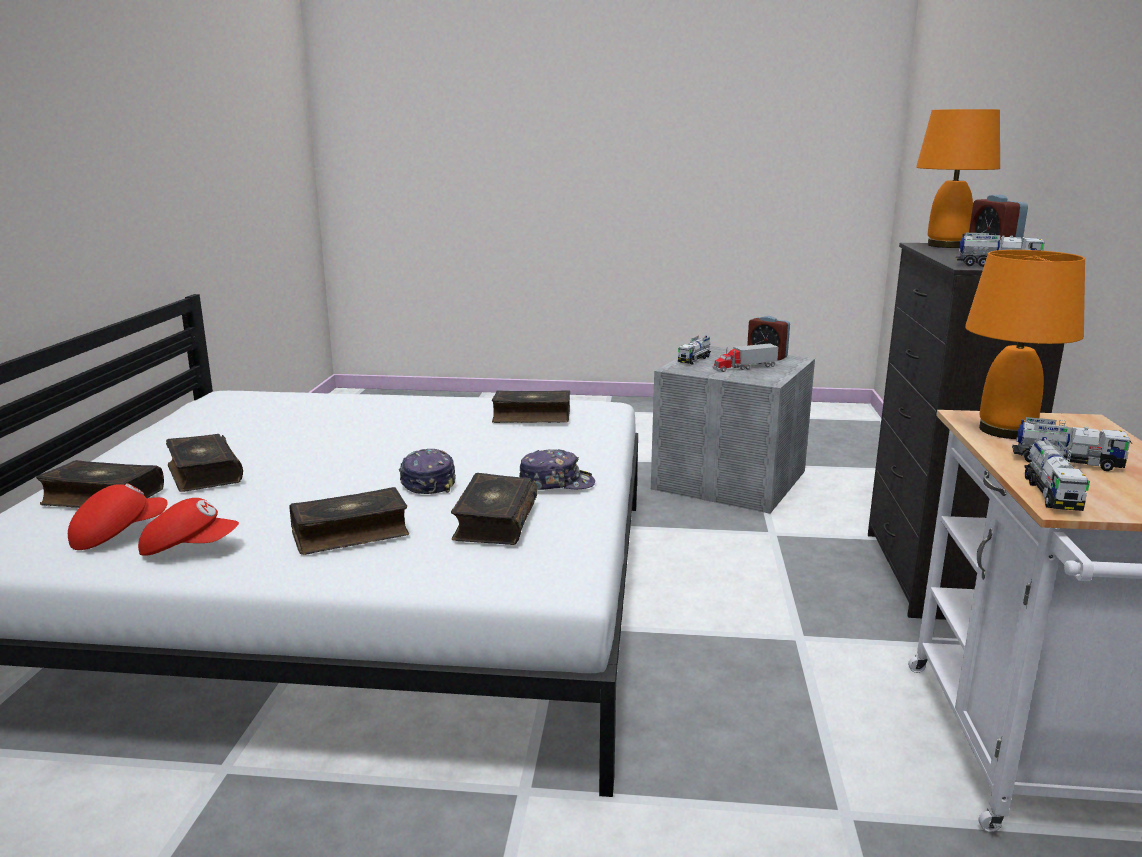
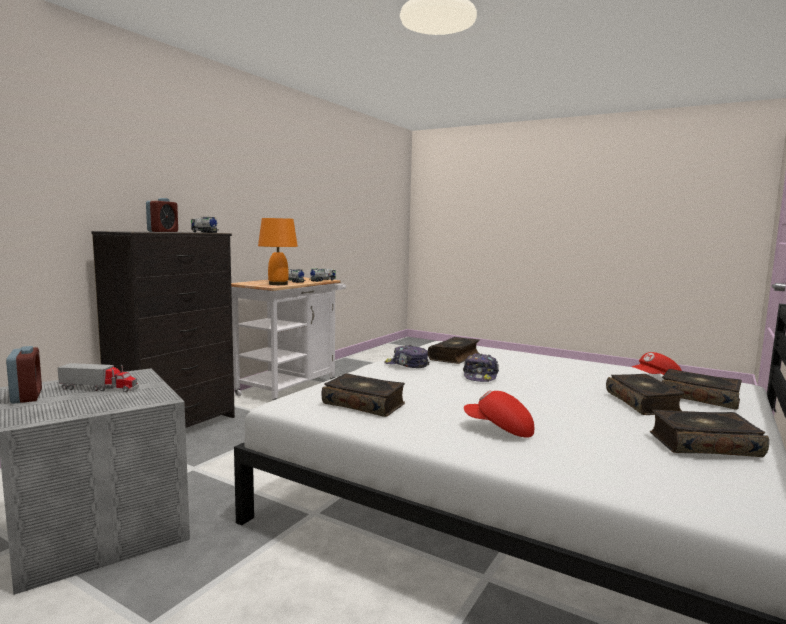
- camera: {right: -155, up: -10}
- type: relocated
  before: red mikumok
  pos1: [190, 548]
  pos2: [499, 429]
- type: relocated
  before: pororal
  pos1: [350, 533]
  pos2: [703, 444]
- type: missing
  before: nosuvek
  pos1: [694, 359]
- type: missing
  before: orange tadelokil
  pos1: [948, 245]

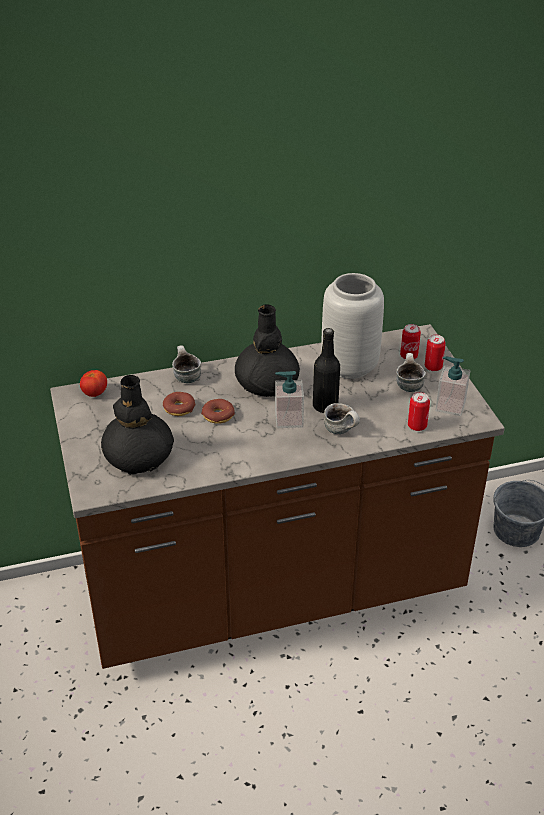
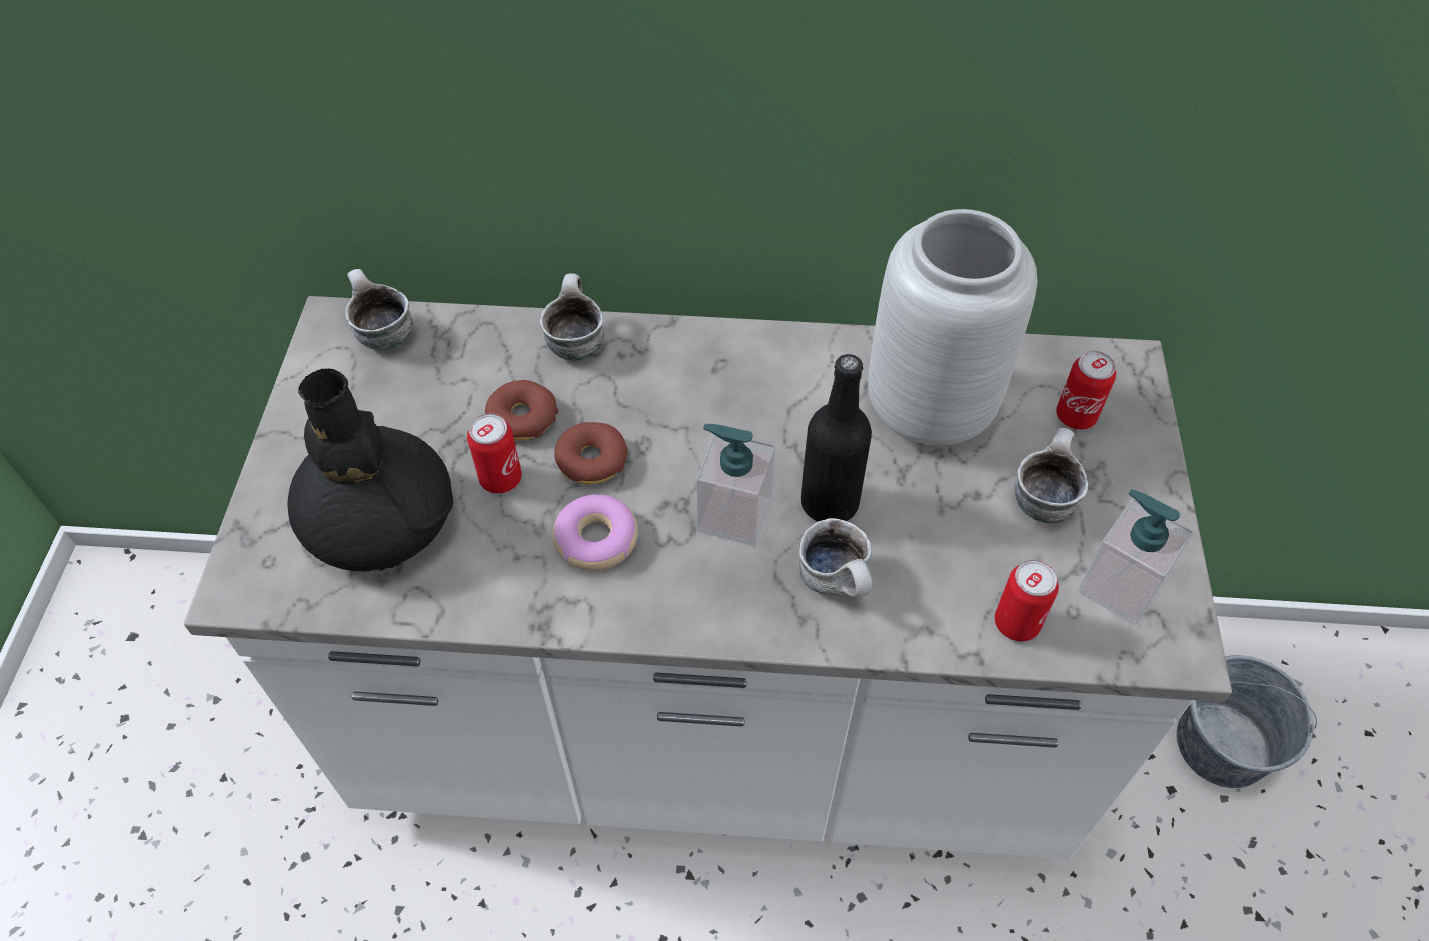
- camera: {right: 20, up: 15}
- type: colour
  before: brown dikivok
  after: white dikivok
  pos1: [272, 591]
  pos2: [714, 726]
- type: exchanged
  before: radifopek
  after: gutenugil
  pos1: [95, 393]
  pos2: [380, 333]
- type: relocated
  before: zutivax
  pos1: [433, 367]
  pos2: [500, 478]
- type: appeared
  after: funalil
  pos2: [596, 539]
- type: missing
  before: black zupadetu
  pos1: [266, 383]

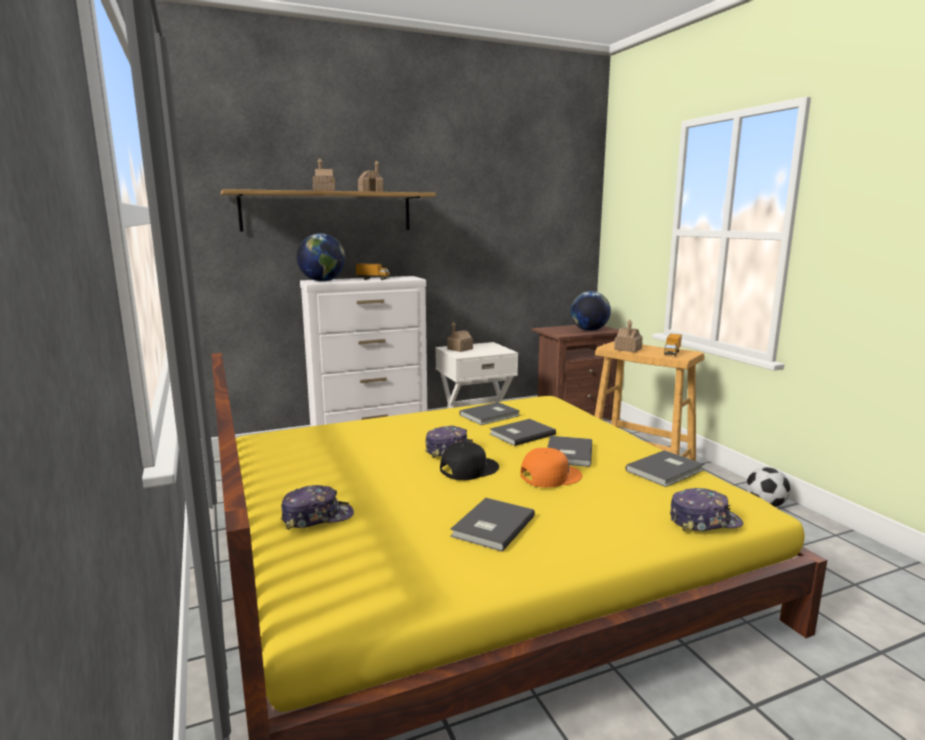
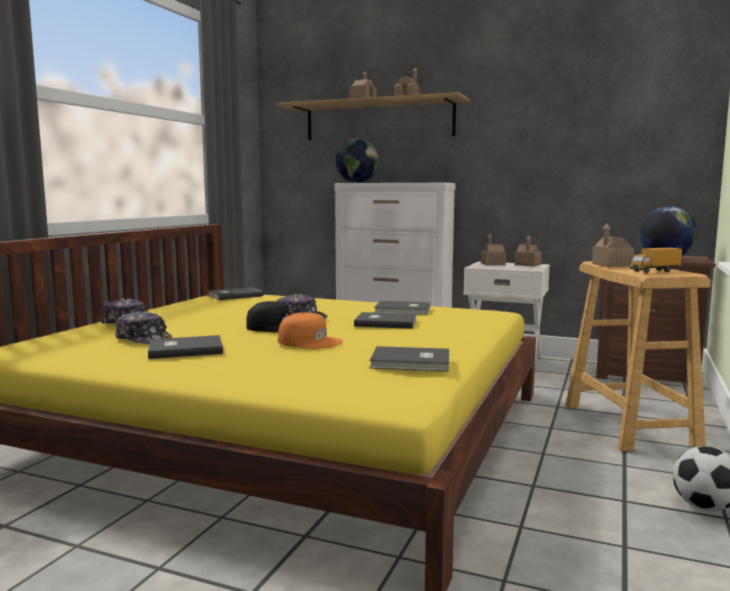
- camera: {right: 45, up: -5}
- type: relocated
  before: mikumok
  pos1: [704, 521]
  pos2: [144, 339]
- type: relocated
  before: grey pororal
  pos1: [567, 453]
  pos2: [234, 295]
- type: appeared
  after: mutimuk
  pos2: [527, 265]
- type: missing
  before: nosuvek
  pos1: [373, 279]

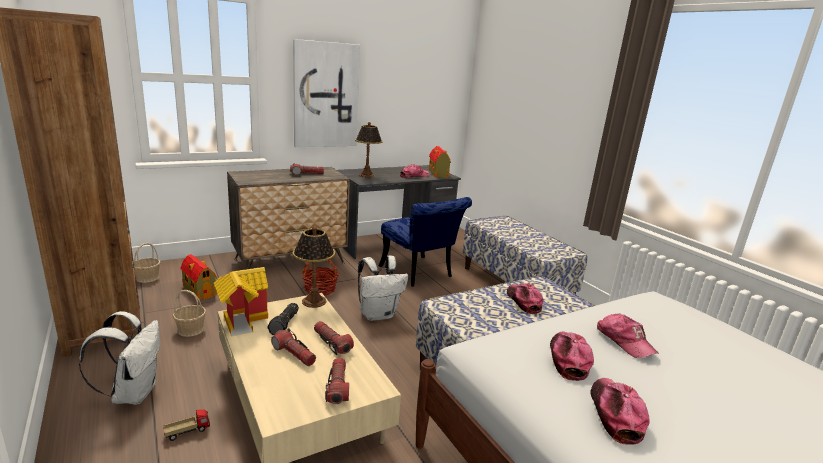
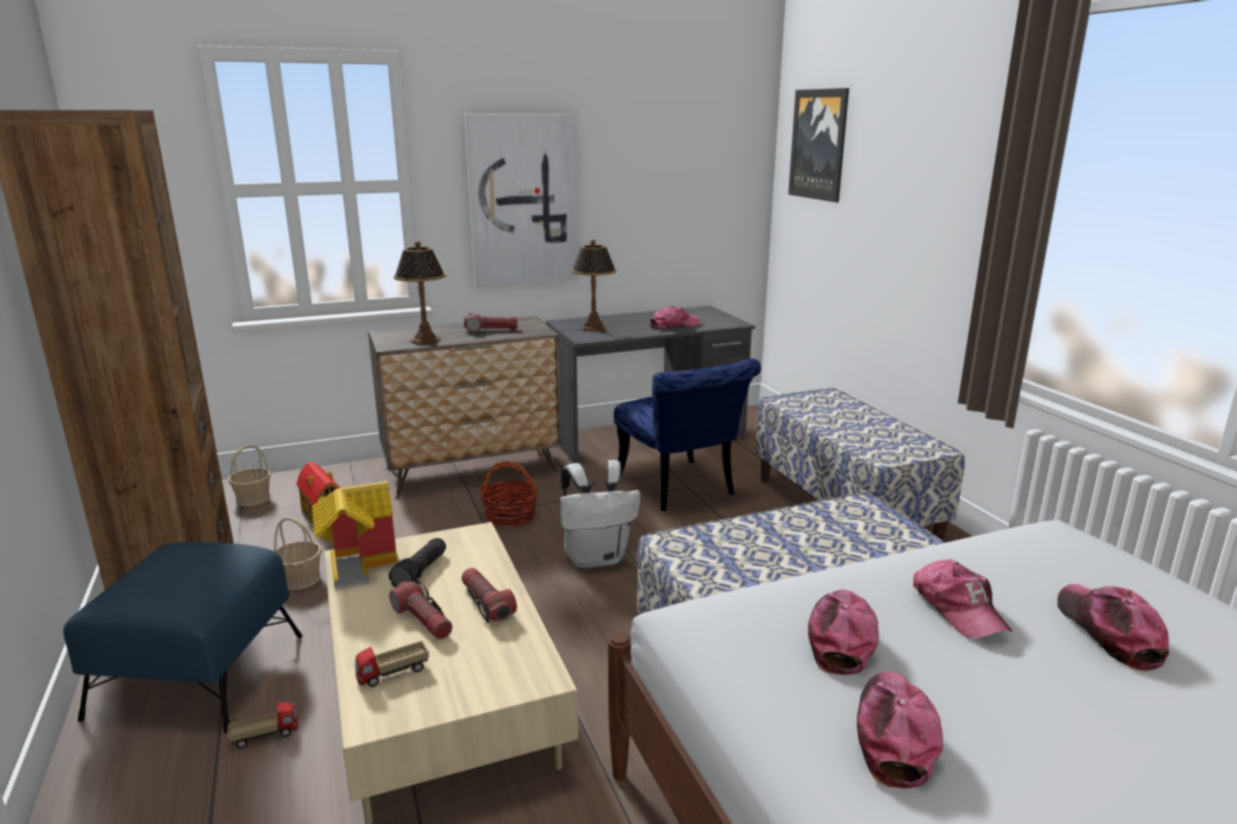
- camera: {right: 10, up: 0}
- type: exchanged
  before: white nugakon
  after: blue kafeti
  pos1: [133, 393]
  pos2: [200, 674]
- type: appeared
  after: nosuvek
  pos2: [393, 674]
- type: relocated
  before: tadelokil
  pos1: [313, 301]
  pos2: [425, 340]
- type: appeared
  after: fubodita
  pos2: [819, 144]
- type: relocated
  before: mikumok
  pos1: [523, 301]
  pos2: [1108, 632]
- type: missing
  before: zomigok
  pos1: [337, 387]
- type: missing
  before: mutimuk
  pos1: [438, 174]

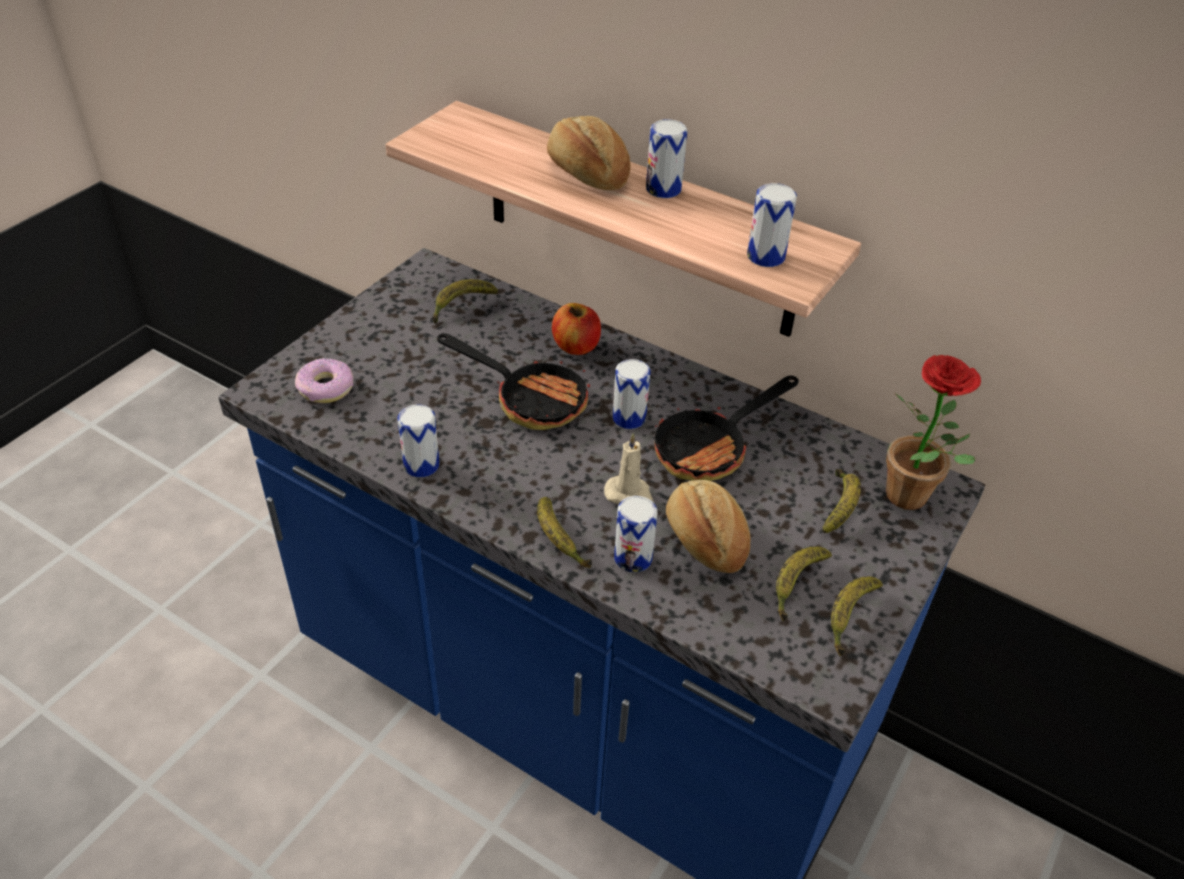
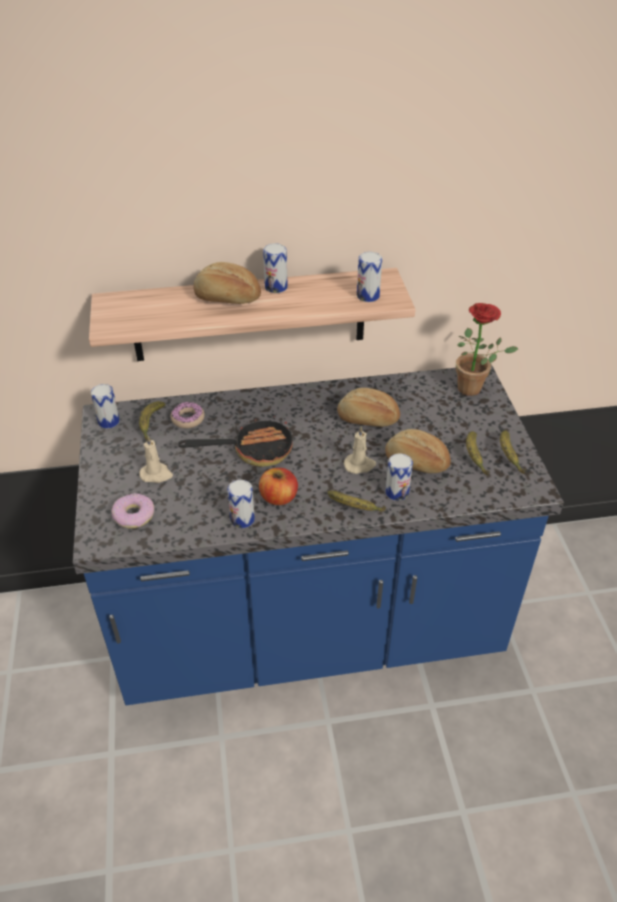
- camera: {right: -40, up: 0}
- type: relocated
  before: zutivax
  pos1: [629, 418]
  pos2: [108, 421]
- type: appeared
  after: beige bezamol
  pos2: [156, 474]
- type: appeared
  after: funalil
  pos2: [188, 419]
- type: relocated
  before: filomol
  pos1: [576, 346]
  pos2: [278, 497]
- type: exchanged
  before: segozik
  after: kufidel
  pos1: [710, 448]
  pos2: [367, 419]
- type: missing
  before: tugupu
  pos1: [840, 507]

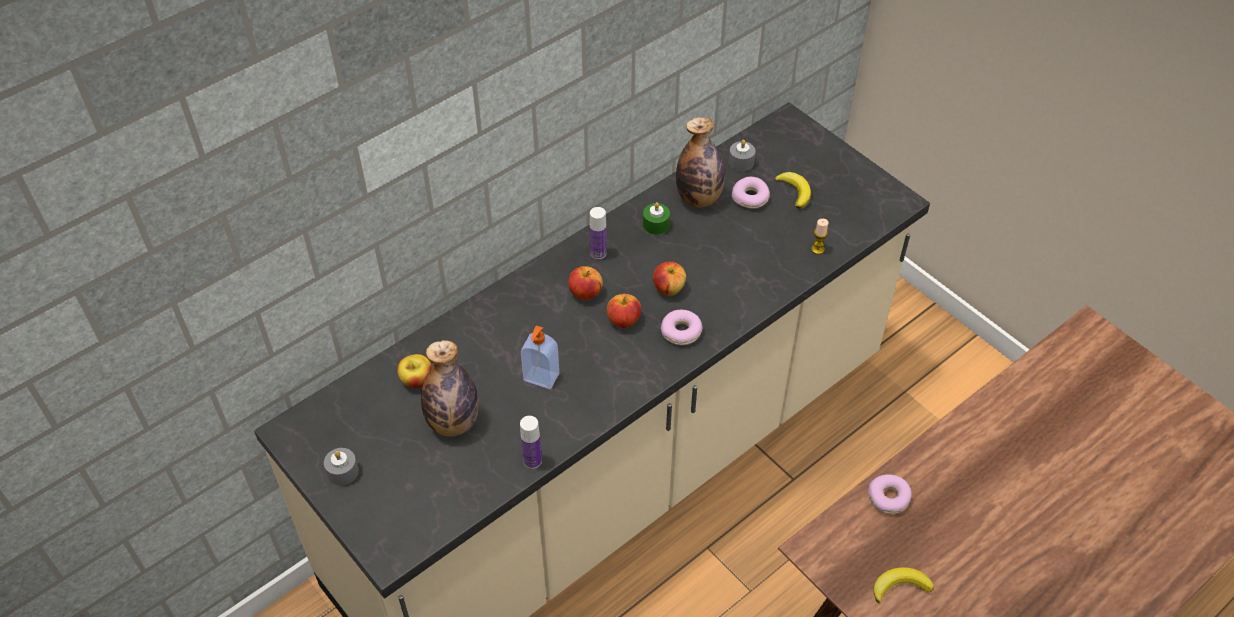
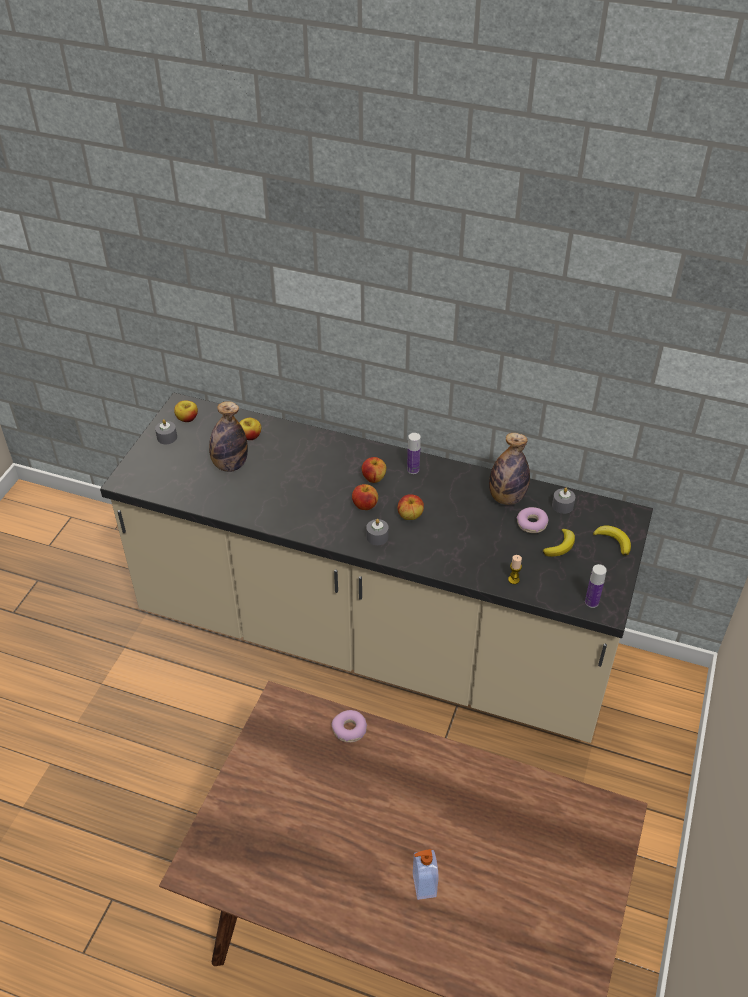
- camera: {right: 60, up: -5}
- type: appeared
  after: filomol
  pos2: [187, 419]
- type: exchanged
  before: funalil
  after: grey bezamol
  pos1: [681, 332]
  pos2: [377, 537]
- type: relocated
  before: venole
  pos1: [540, 378]
  pos2: [423, 885]
- type: relocated
  before: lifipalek
  pos1: [532, 460]
  pos2: [591, 602]
- type: relocated
  before: tugupu
  pos1: [900, 586]
  pos2: [613, 541]
- type: missing
  before: green bezamol
  pos1: [656, 225]

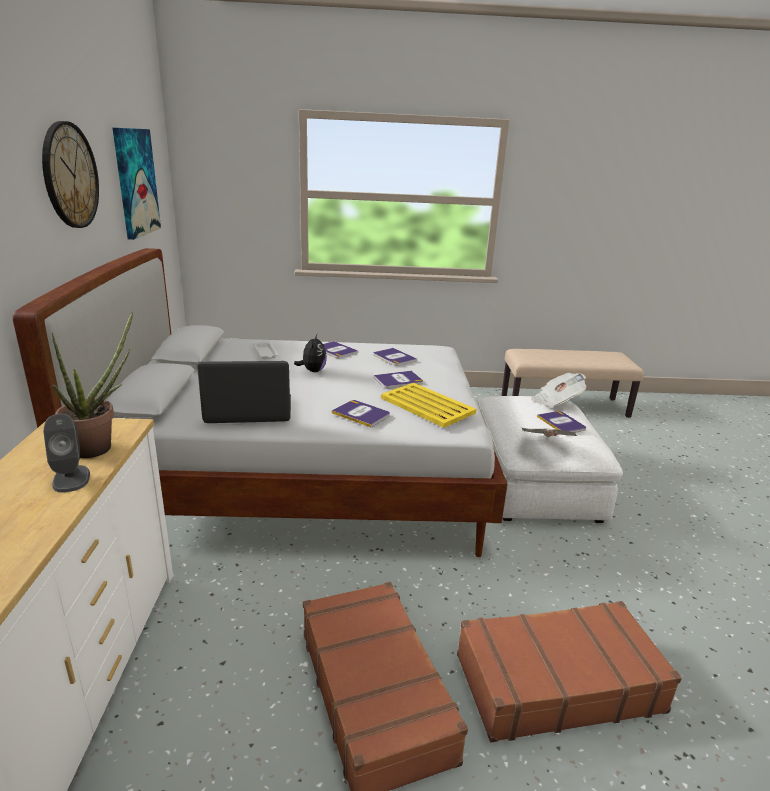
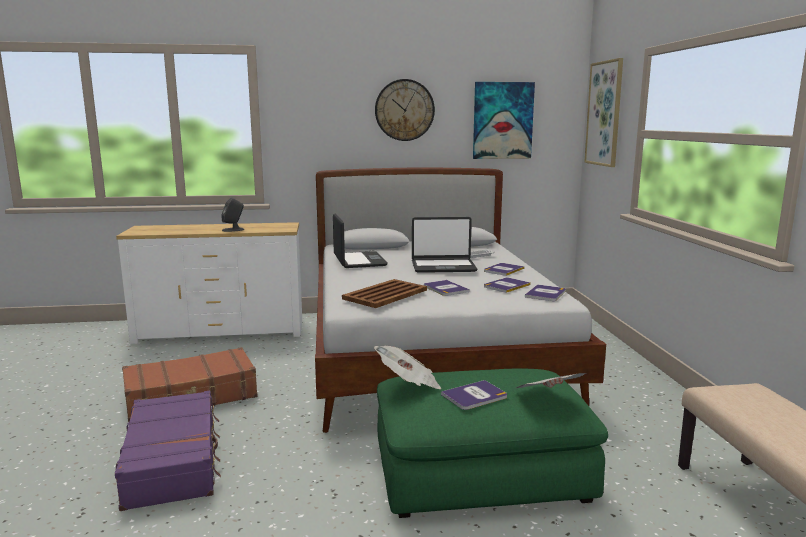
- camera: {right: 85, up: -10}
- type: colour
  before: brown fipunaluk
  after: purple fipunaluk
  pos1: [556, 682]
  pos2: [173, 461]
- type: colour
  before: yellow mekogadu
  after: brown mekogadu
  pos1: [426, 405]
  pos2: [386, 294]
- type: colour
  before: white kafeti
  after: green kafeti
  pos1: [533, 480]
  pos2: [481, 473]
- type: exchanged
  before: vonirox
  after: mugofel
  pos1: [312, 371]
  pos2: [443, 266]
- type: relocated
  before: pororal
  pos1: [361, 414]
  pos2: [545, 294]
- type: appeared
  after: fubodita
  pos2: [604, 113]
- type: missing
  before: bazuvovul
  pos1: [100, 446]

